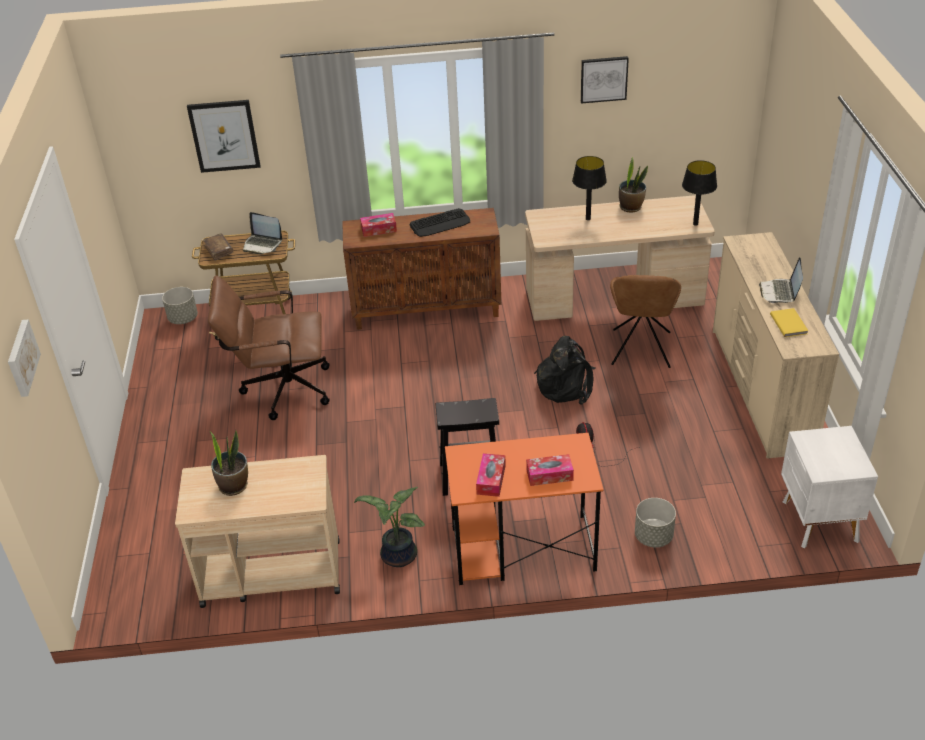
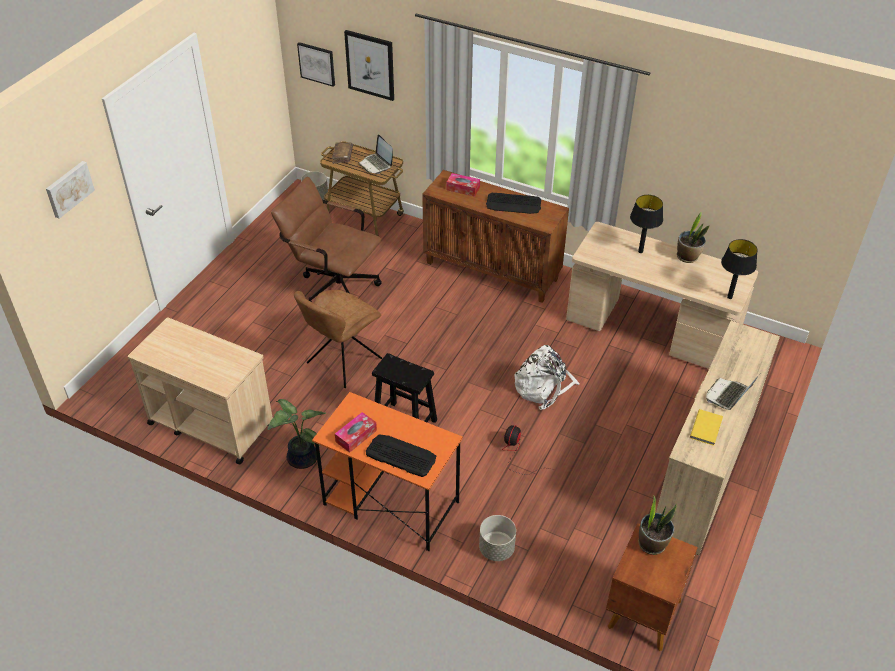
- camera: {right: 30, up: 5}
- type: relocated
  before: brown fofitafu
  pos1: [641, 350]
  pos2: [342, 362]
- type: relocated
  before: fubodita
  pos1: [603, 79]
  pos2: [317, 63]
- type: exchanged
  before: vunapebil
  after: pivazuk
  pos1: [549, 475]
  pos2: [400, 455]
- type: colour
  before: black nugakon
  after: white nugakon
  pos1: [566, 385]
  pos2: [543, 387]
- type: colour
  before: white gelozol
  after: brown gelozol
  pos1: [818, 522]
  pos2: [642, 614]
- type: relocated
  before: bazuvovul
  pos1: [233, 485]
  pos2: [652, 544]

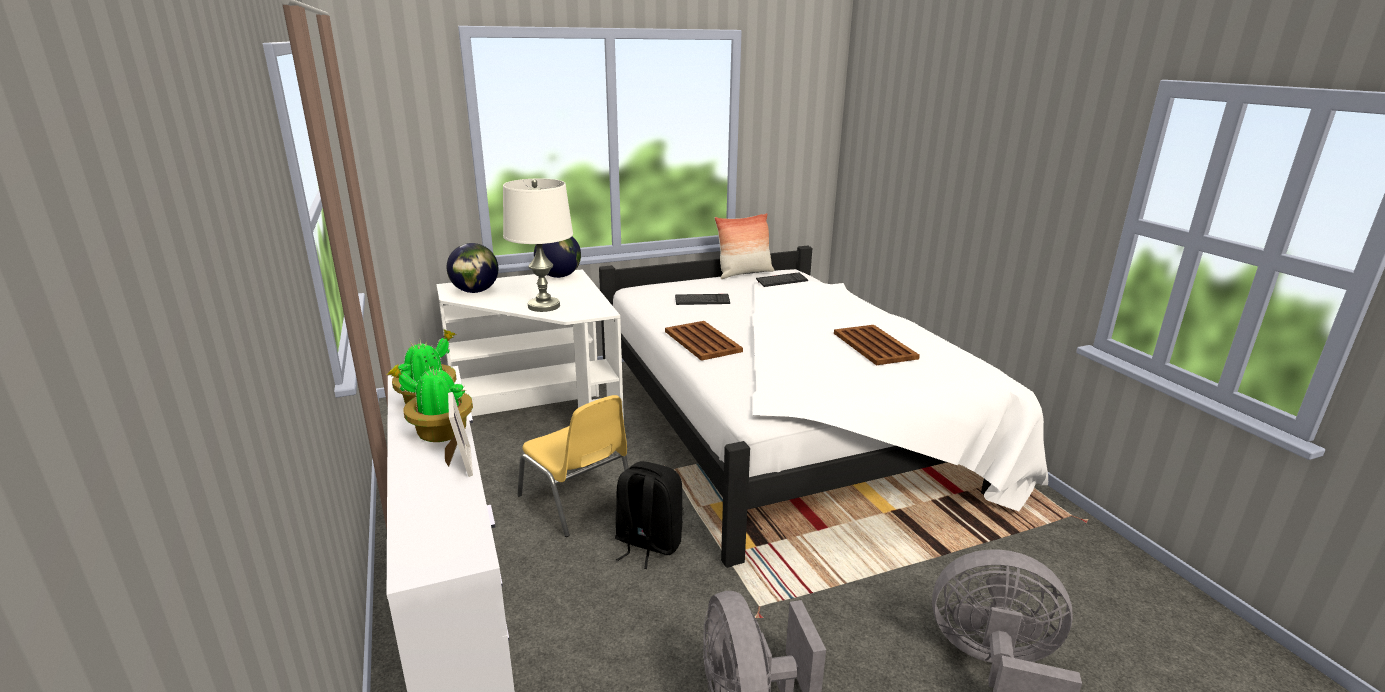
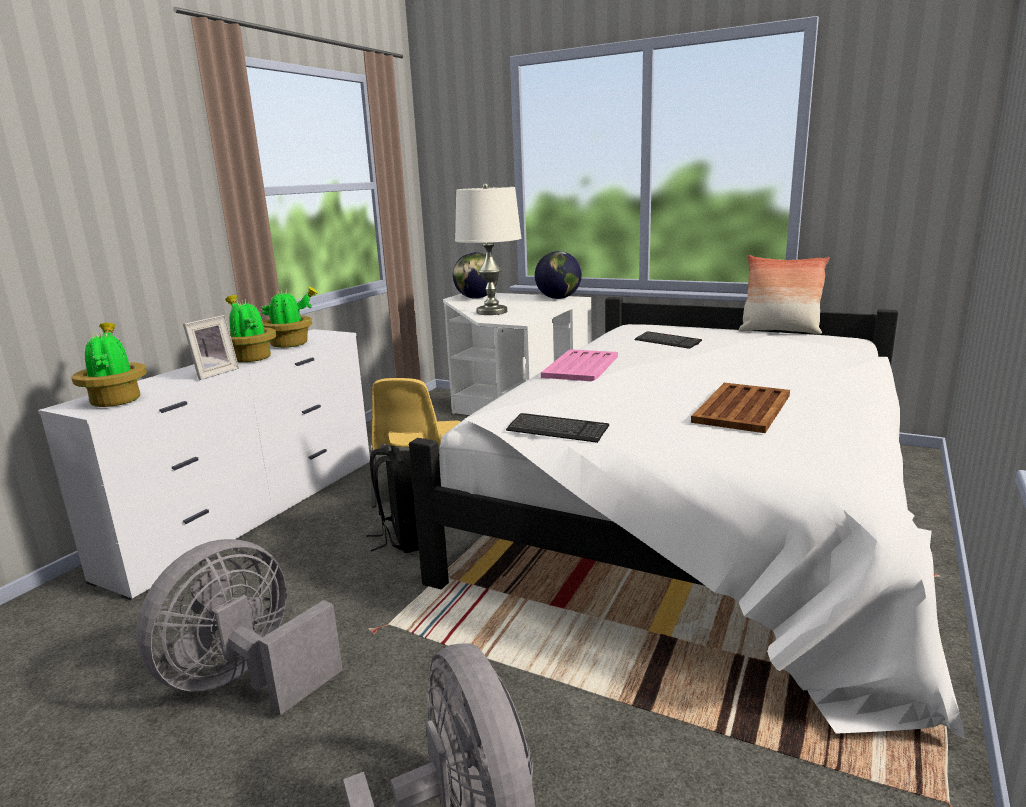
- camera: {right: 50, up: -5}
- type: appeared
  after: bazuvovul
  pos2: [116, 400]
- type: relocated
  before: pivazuk
  pos1: [782, 281]
  pos2: [557, 430]
- type: colour
  before: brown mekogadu
  after: pink mekogadu
  pos1: [702, 341]
  pos2: [581, 366]

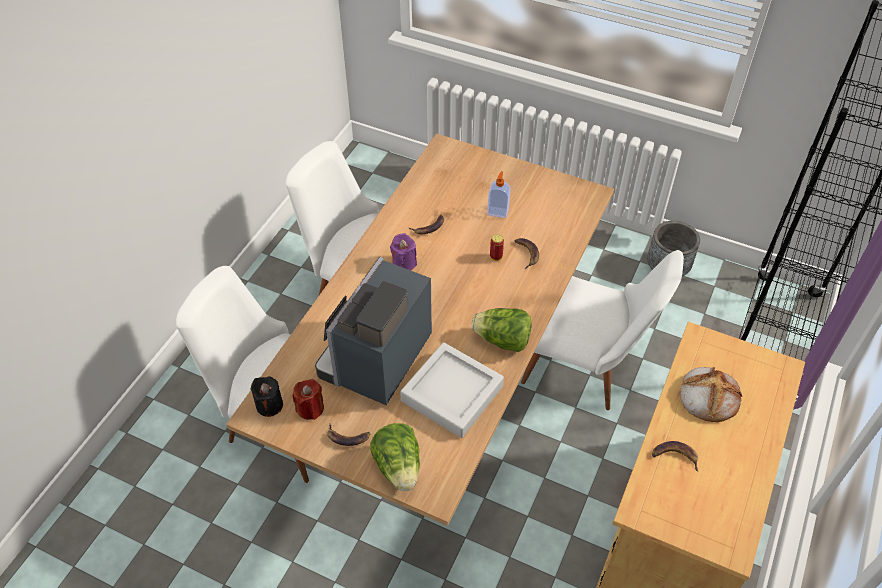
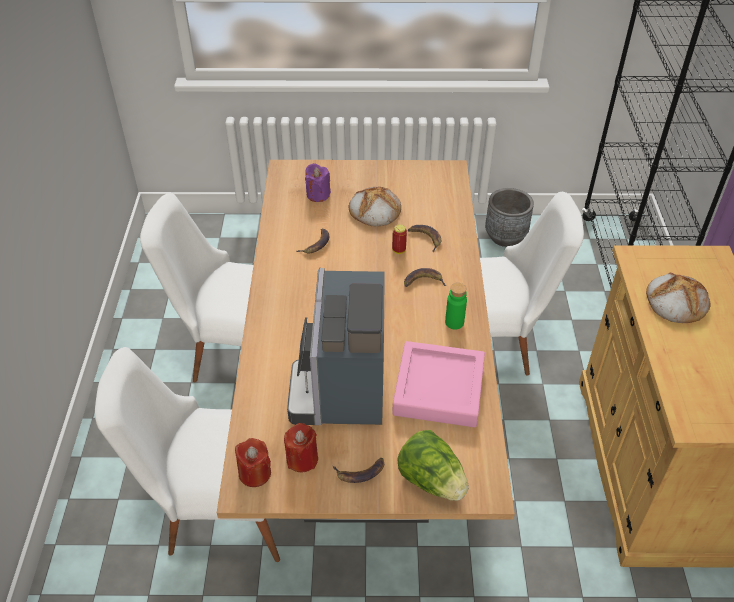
- camera: {right: -25, up: -5}
- type: colour
  before: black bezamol
  after: red bezamol
  pos1: [269, 405]
  pos2: [255, 473]
- type: relocated
  before: purple bezamol
  pos1: [404, 263]
  pos2: [318, 195]
- type: exchanged
  before: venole
  after: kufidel
  pos1: [498, 211]
  pos2: [374, 210]
- type: colour
  before: grey mekogadu
  after: pink mekogadu
  pos1: [452, 393]
  pos2: [438, 389]
- type: relocated
  before: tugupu
  pos1: [674, 456]
  pos2: [423, 281]
- type: exchanged
  before: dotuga
  after: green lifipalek
  pos1: [502, 340]
  pos2: [454, 322]

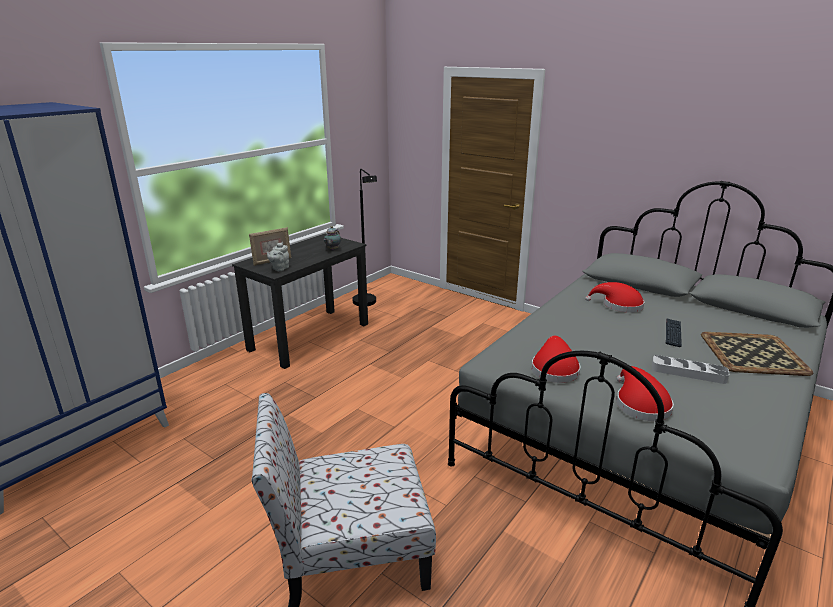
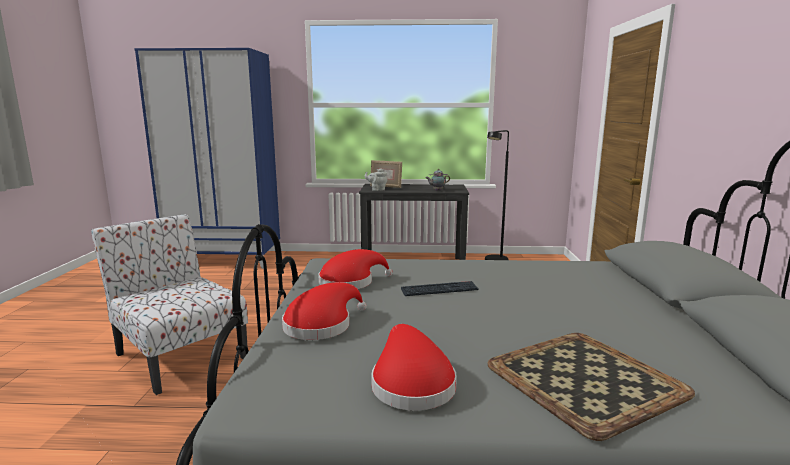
- camera: {right: 55, up: -10}
- type: relocated
  before: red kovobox
  pos1: [619, 305]
  pos2: [410, 383]
- type: relocated
  before: pivazuk
  pos1: [673, 333]
  pos2: [439, 290]
- type: missing
  before: grey mekogadu
  pos1: [688, 372]

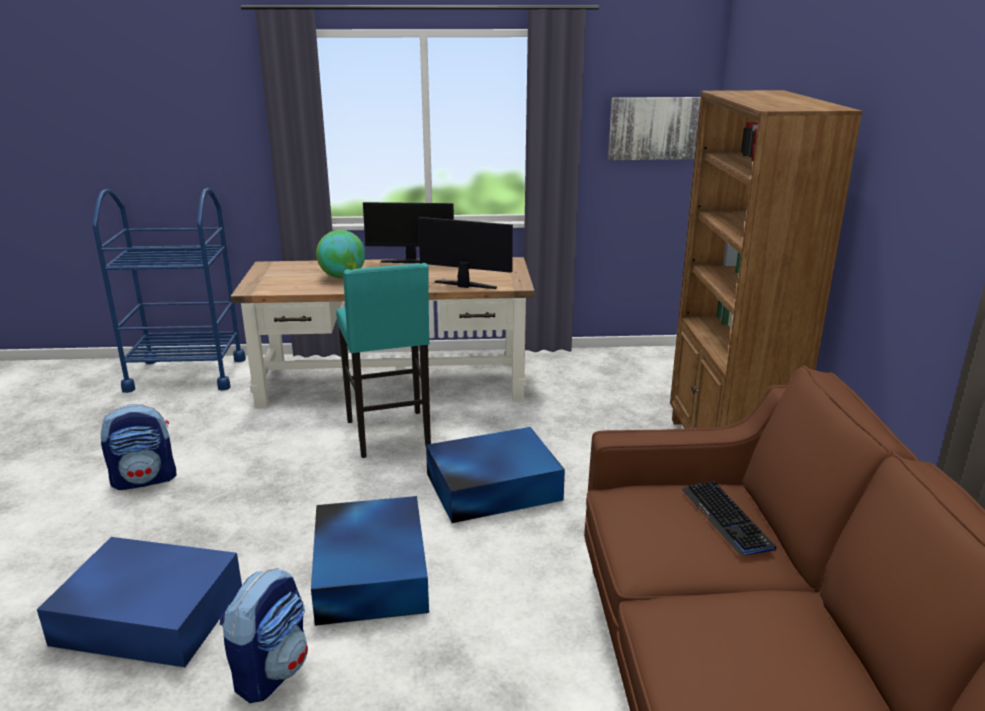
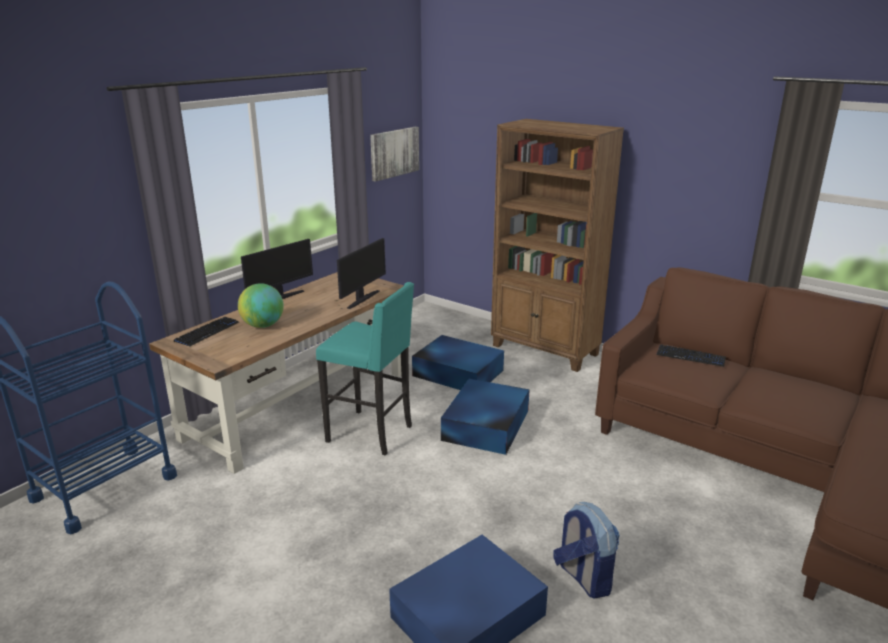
- camera: {right: -50, up: 0}
- type: appeared
  after: pivazuk
  pos2: [207, 332]
- type: spun
  before: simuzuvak
  pos1: [464, 285]
  pos2: [362, 299]
  turn: 150
- type: relocated
  before: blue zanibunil
  pos1: [371, 571]
  pos2: [457, 372]
- type: missing
  before: nugakon
  pos1: [145, 479]

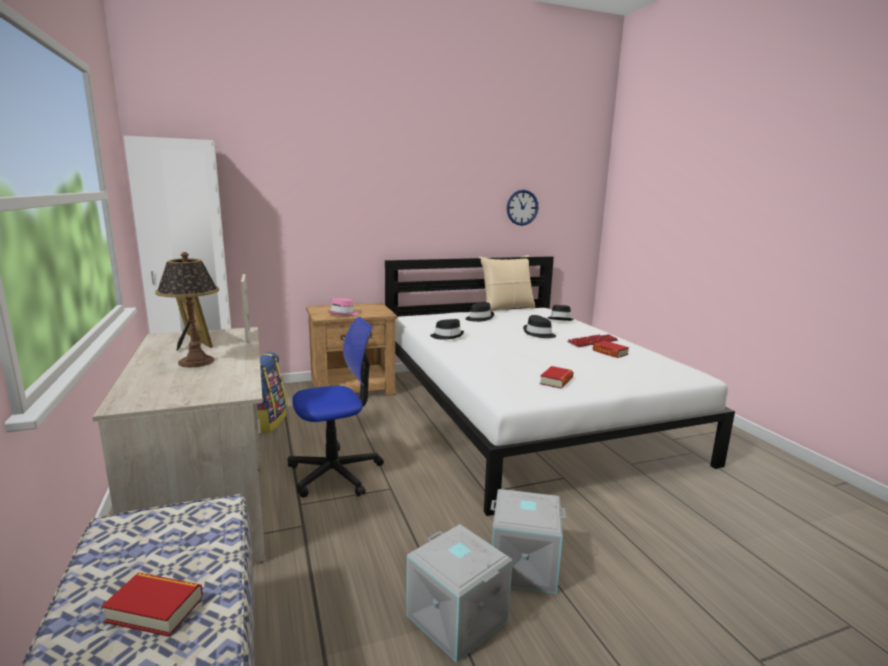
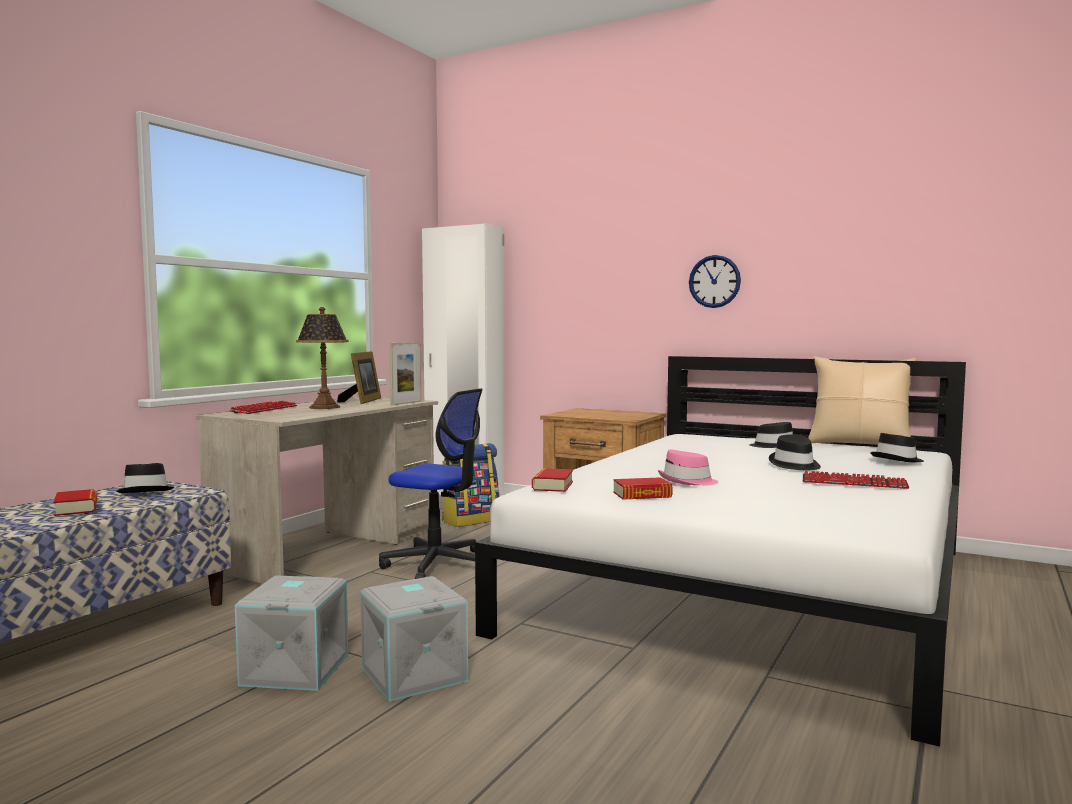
- camera: {right: 50, up: -10}
- type: relocated
  before: black kovobox
  pos1: [447, 336]
  pos2: [147, 491]
- type: appeared
  after: pivazuk
  pos2: [264, 409]
- type: relocated
  before: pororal
  pos1: [610, 352]
  pos2: [552, 486]
- type: relocated
  before: pink kovobox
  pos1: [344, 314]
  pos2: [687, 481]
- type: relocated
  before: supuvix
  pos1: [522, 207]
  pos2: [714, 281]

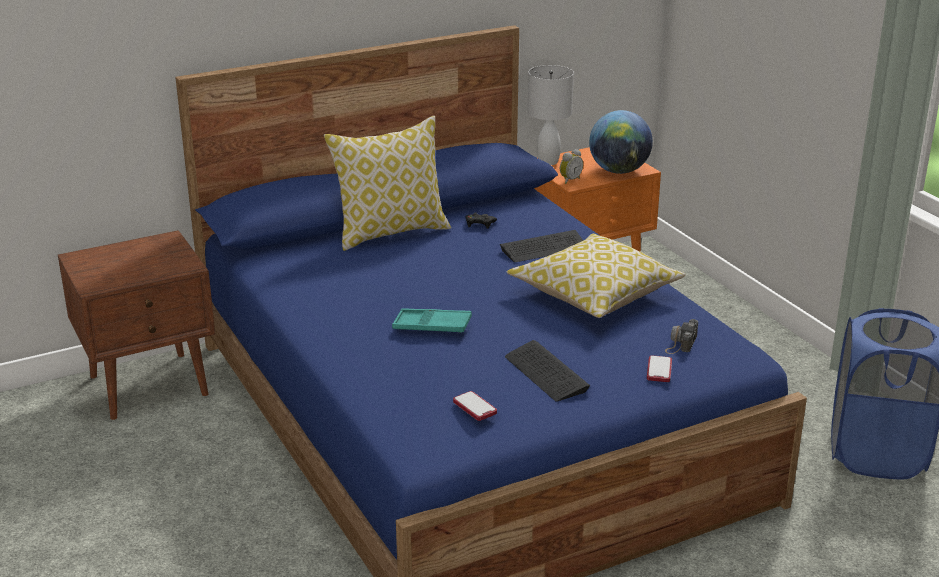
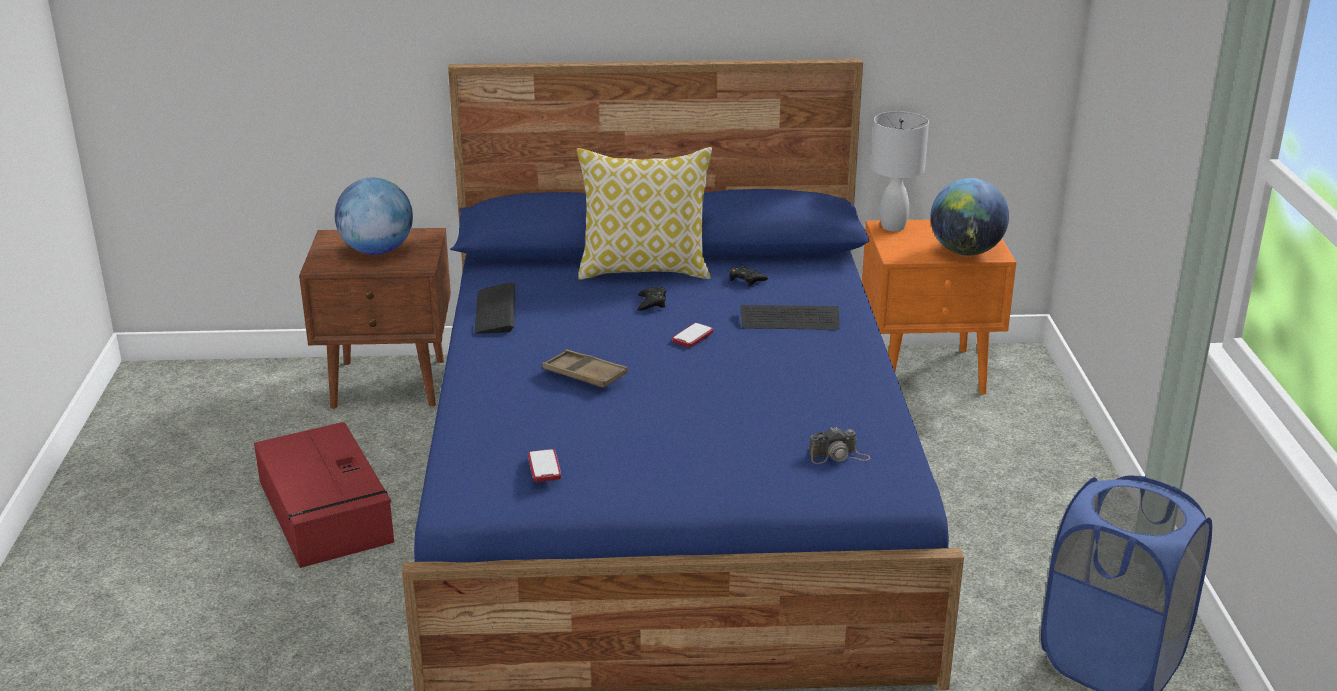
- camera: {right: 25, up: 0}
- type: appeared
  after: red zanibunil
  pos2: [325, 512]
- type: appeared
  after: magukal
  pos2: [377, 251]
- type: relocated
  before: pivazuk
  pos1: [546, 373]
  pos2: [495, 311]
- type: colour
  before: turquoise mekogadu
  after: brown mekogadu
  pos1: [432, 326]
  pos2: [584, 375]
- type: appeared
  after: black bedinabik
  pos2: [651, 303]
- type: relocated
  before: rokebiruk
  pos1: [659, 370]
  pos2: [692, 336]
- type: spun
  before: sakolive
  pos1: [681, 343]
  pos2: [839, 456]
  turn: -150
- type: missing
  before: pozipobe
  pos1: [595, 294]
- type: missing
  before: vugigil
  pos1: [569, 180]

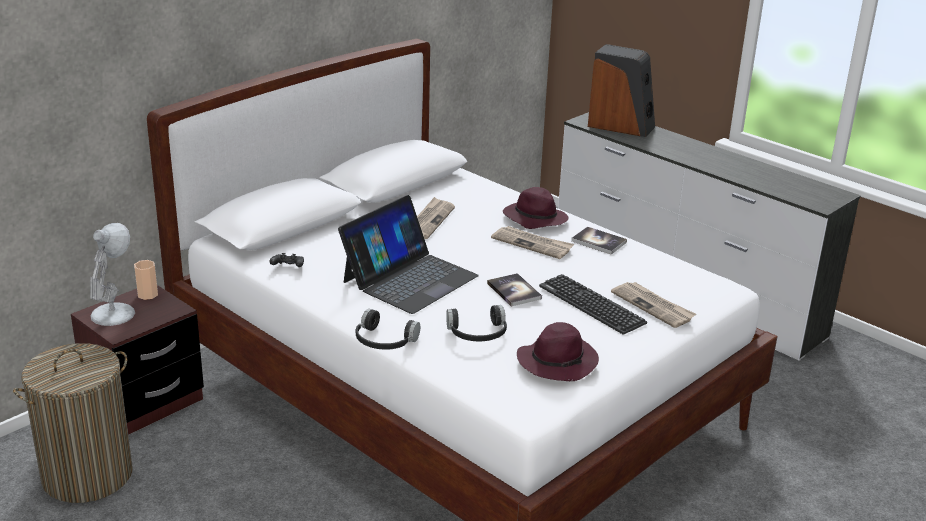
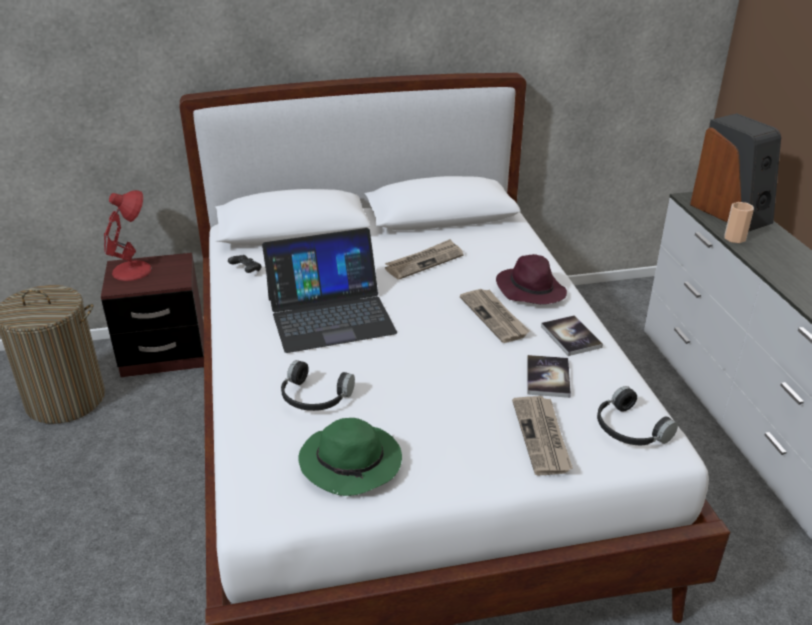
- camera: {right: 35, up: 5}
- type: colour
  before: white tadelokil
  after: red tadelokil
  pos1: [114, 313]
  pos2: [134, 270]
- type: colour
  before: purple kovobox
  after: green kovobox
  pos1: [558, 361]
  pos2: [352, 463]
- type: relocated
  before: pororal
  pos1: [514, 291]
  pos2: [548, 377]
- type: relocated
  before: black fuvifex
  pos1: [383, 341]
  pos2: [628, 429]
- type: relocated
  before: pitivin
  pos1: [147, 294]
  pos2: [734, 238]
- type: missing
  before: pivazuk
  pos1: [591, 305]

